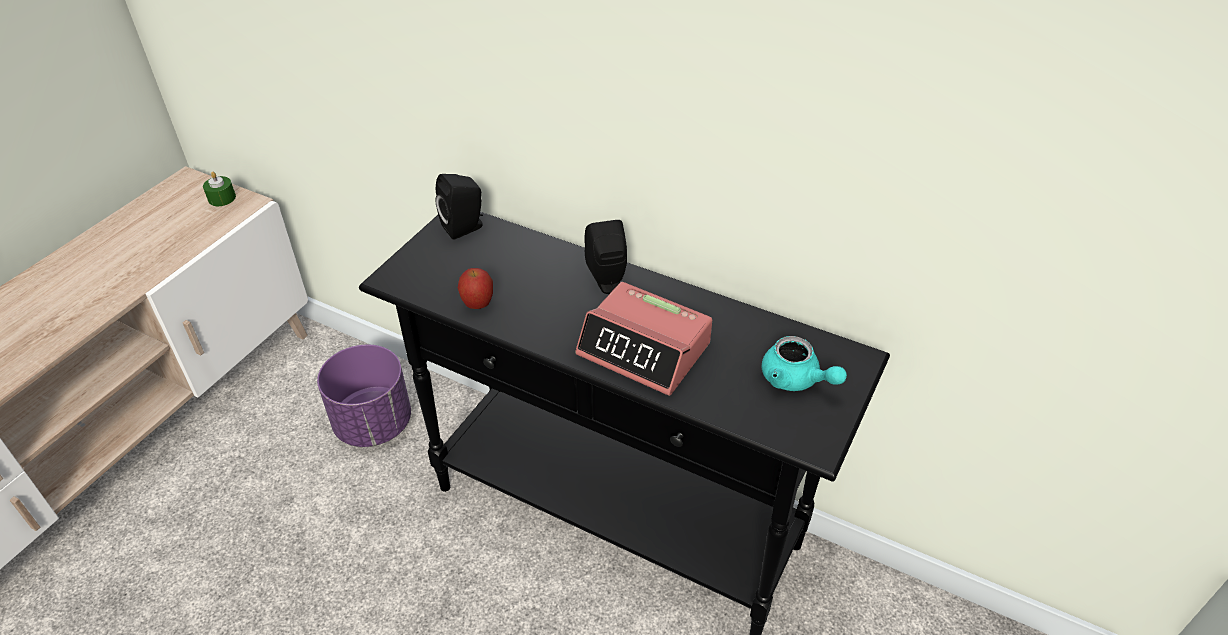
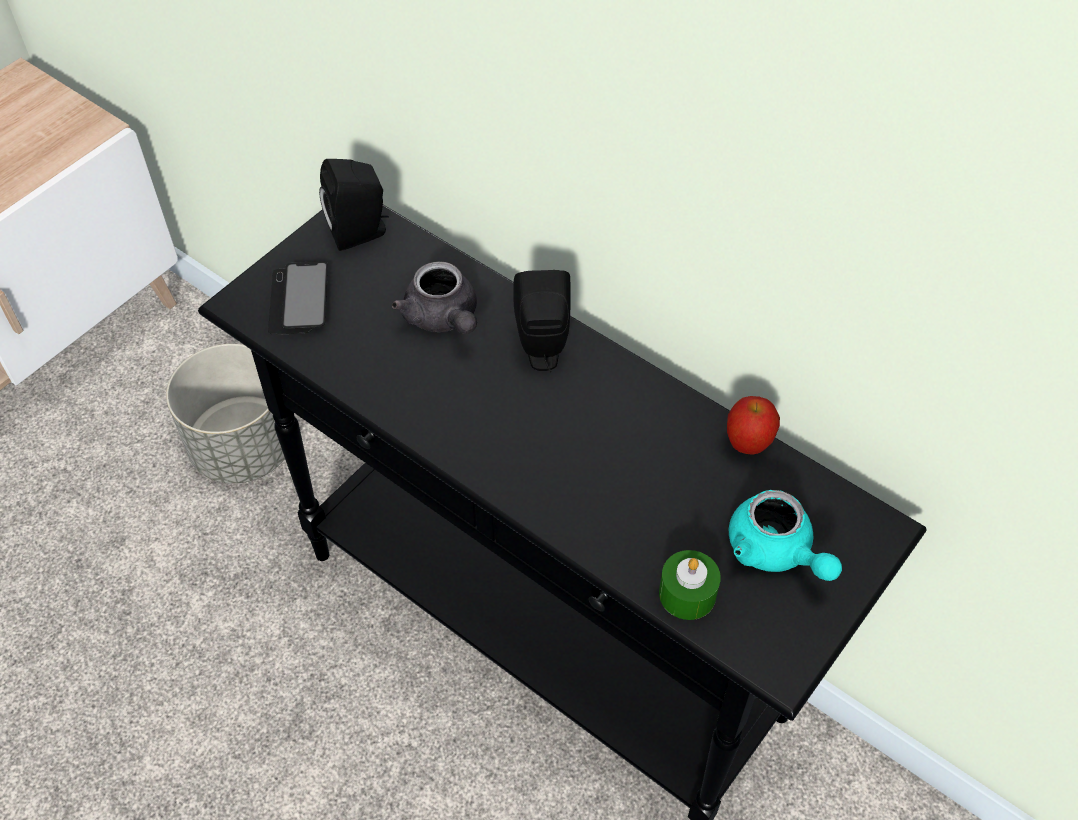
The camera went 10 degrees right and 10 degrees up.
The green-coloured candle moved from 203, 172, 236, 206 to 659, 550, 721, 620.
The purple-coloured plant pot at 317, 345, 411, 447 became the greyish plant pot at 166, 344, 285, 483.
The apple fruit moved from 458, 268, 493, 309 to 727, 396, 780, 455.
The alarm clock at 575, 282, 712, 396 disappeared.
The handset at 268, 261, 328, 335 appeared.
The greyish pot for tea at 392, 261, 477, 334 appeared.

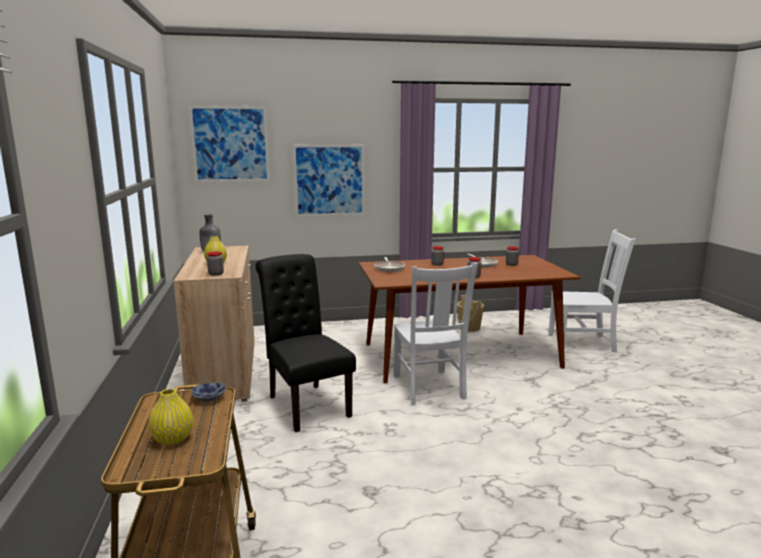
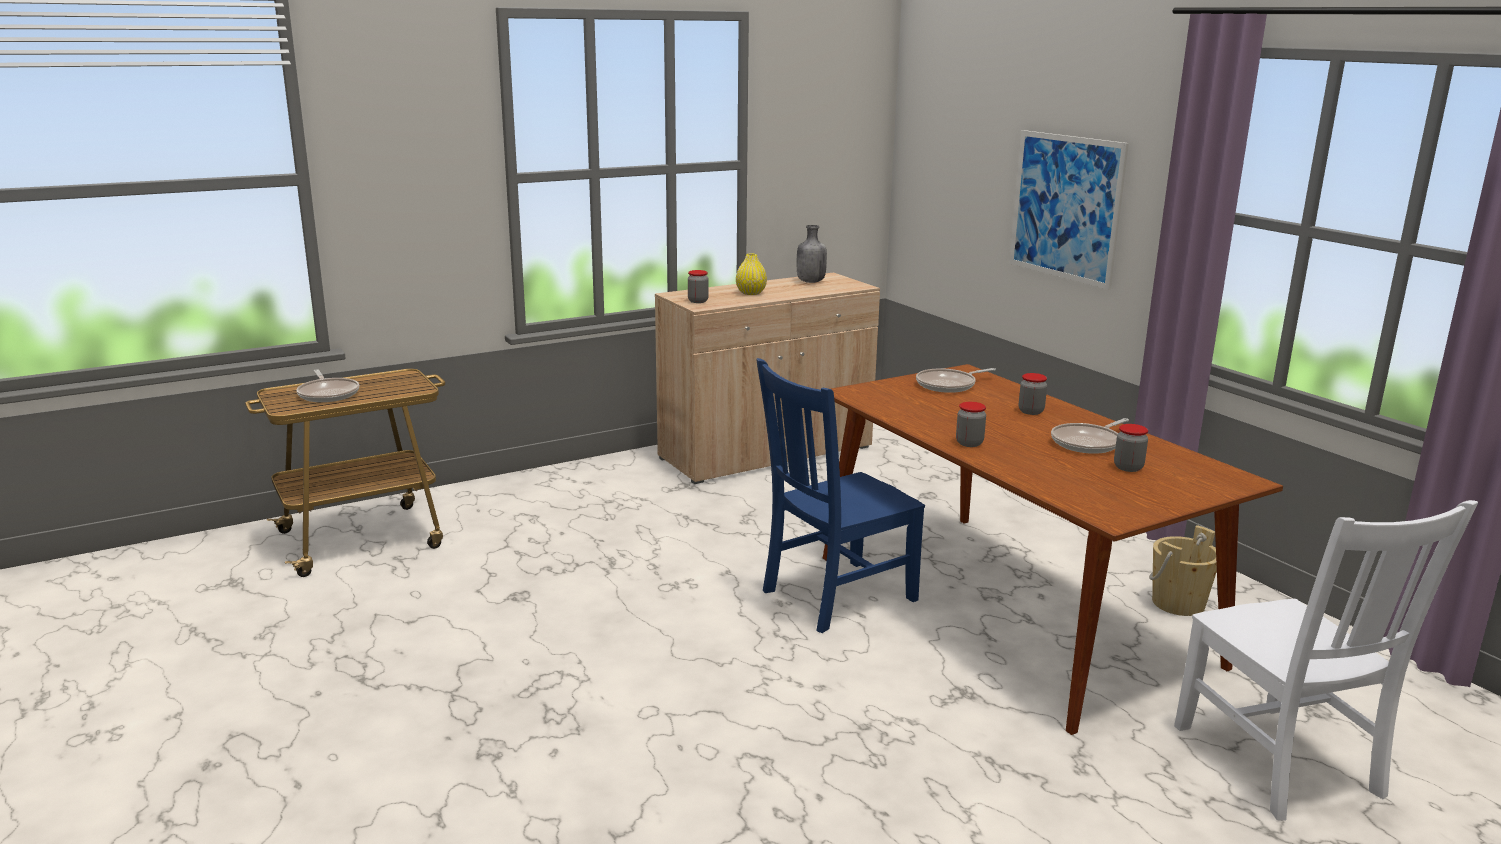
The camera went 70 degrees right and 5 degrees up.
The yellow-coloured flower vase at 148, 389, 193, 445 was replaced by the skillet at 296, 369, 359, 402.
The wall picture at 189, 105, 270, 182 disappeared.
The bowl at 191, 382, 226, 402 disappeared.
The blackish chair at 256, 254, 356, 432 disappeared.
The white chair at 394, 263, 478, 405 became the blue chair at 756, 358, 925, 633.

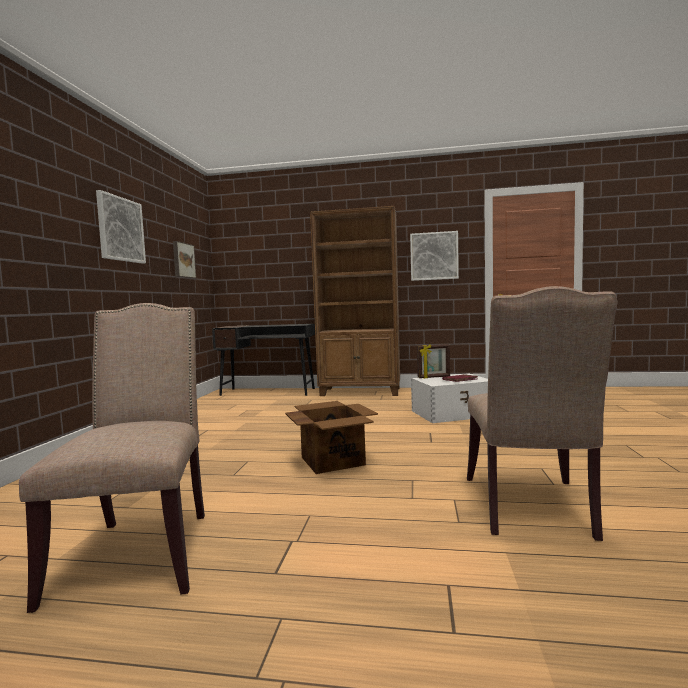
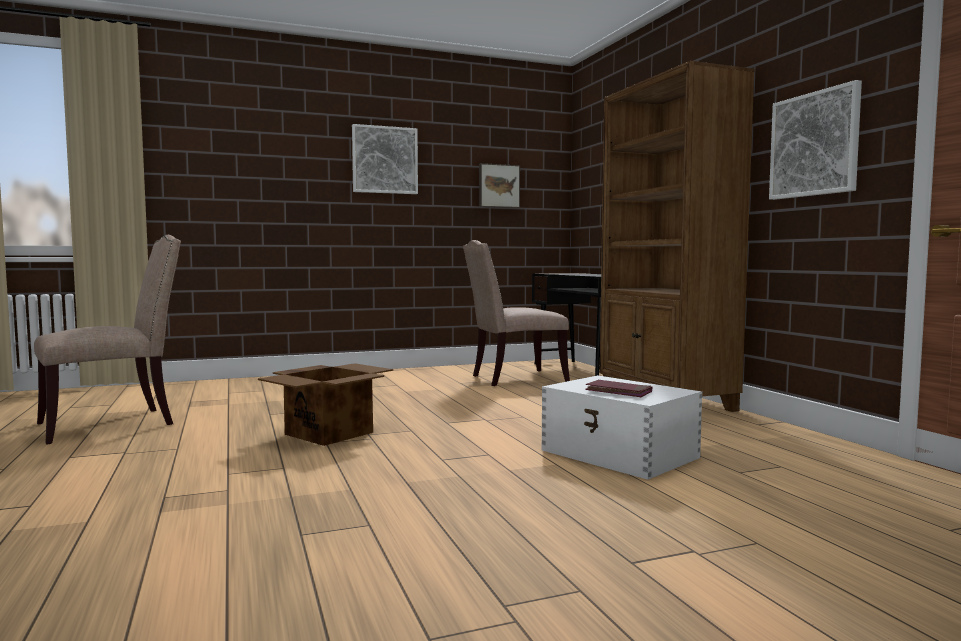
The camera went 60 degrees right and 0 degrees up.
The standing frame at 417, 344, 450, 378 disappeared.
The sand-coloured chair moved from 467, 286, 618, 541 to 463, 240, 570, 386.

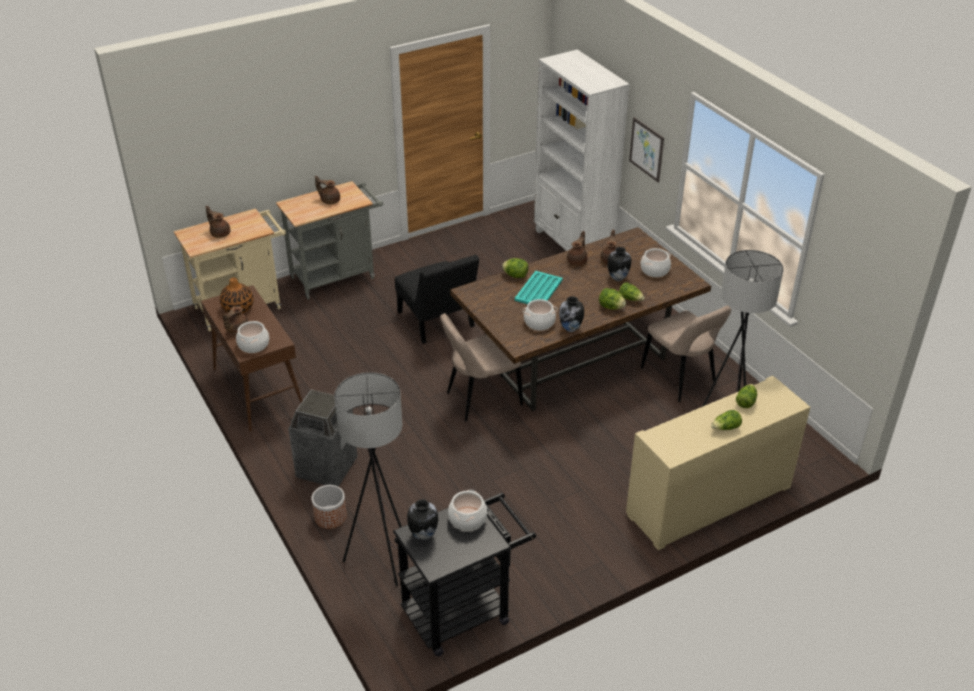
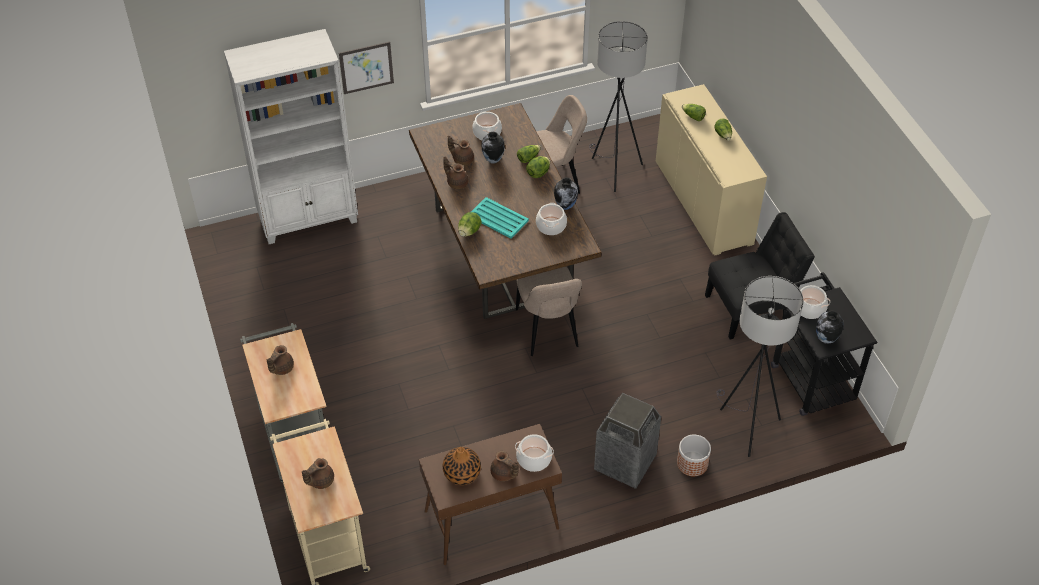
The camera went 80 degrees left and 10 degrees up.
The blackish chair moved from 395, 254, 479, 344 to 705, 212, 815, 340.

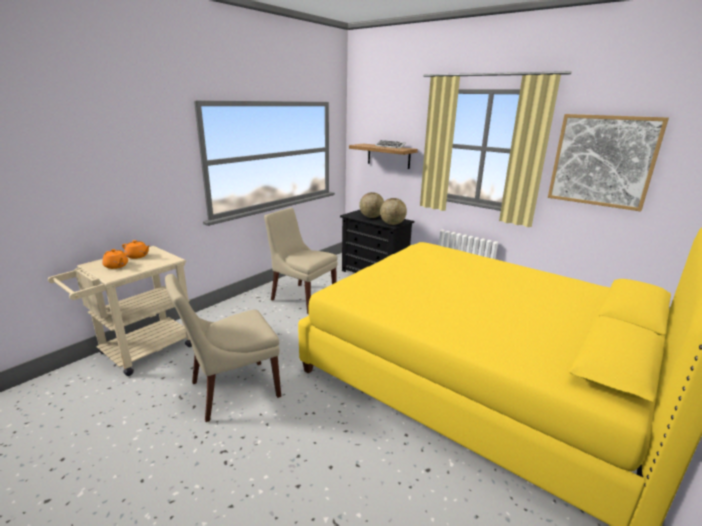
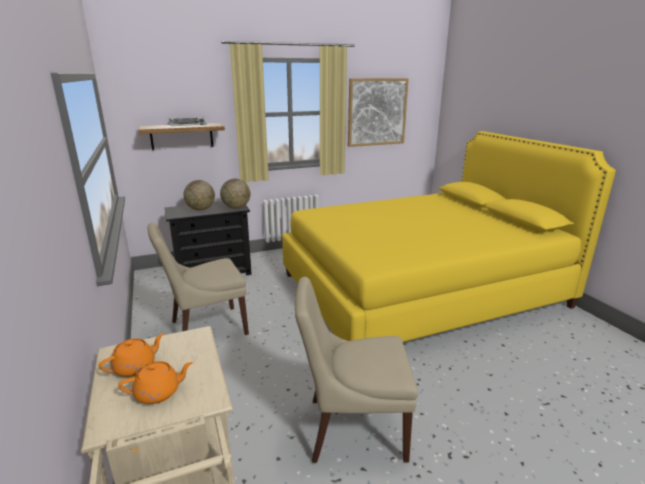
The camera went 60 degrees left and 0 degrees up.
The sand-coloured chair at 165, 274, 281, 422 turned 90 degrees clockwise.

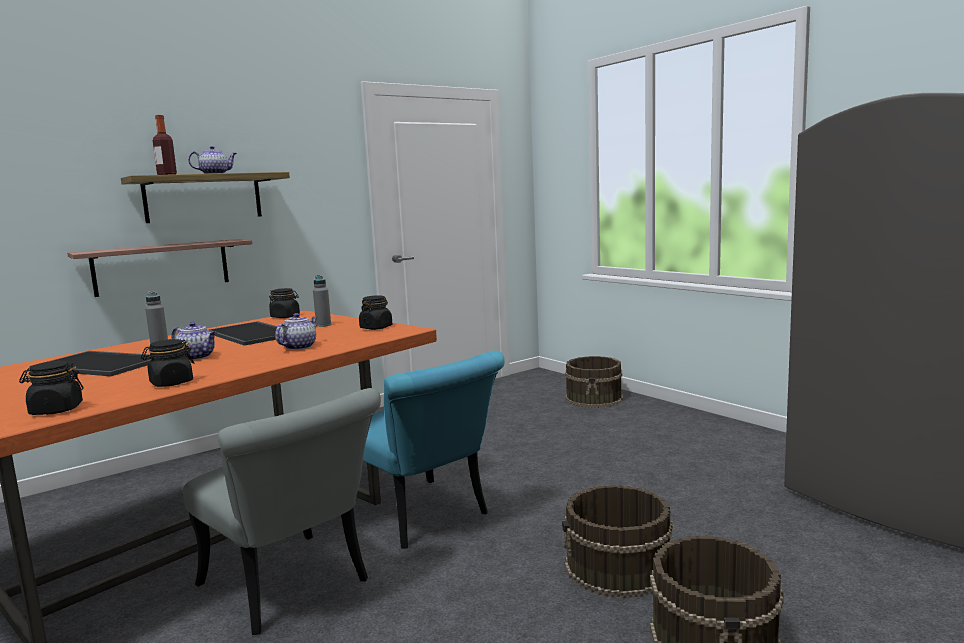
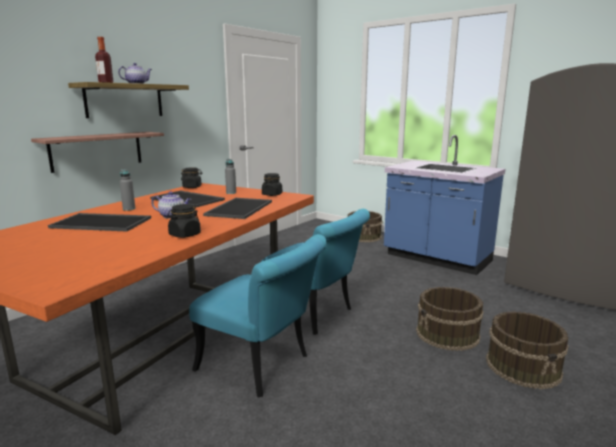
The camera went 15 degrees left and 5 degrees up.
The blackish storage jar at 19, 361, 84, 415 disappeared.
The greyish chair at 183, 388, 381, 635 became the blue-green chair at 189, 234, 327, 397.
The pot for tea at 275, 313, 317, 350 was replaced by the serving tray at 203, 198, 272, 219.
The blue kitchen base unit at 384, 135, 505, 275 appeared.

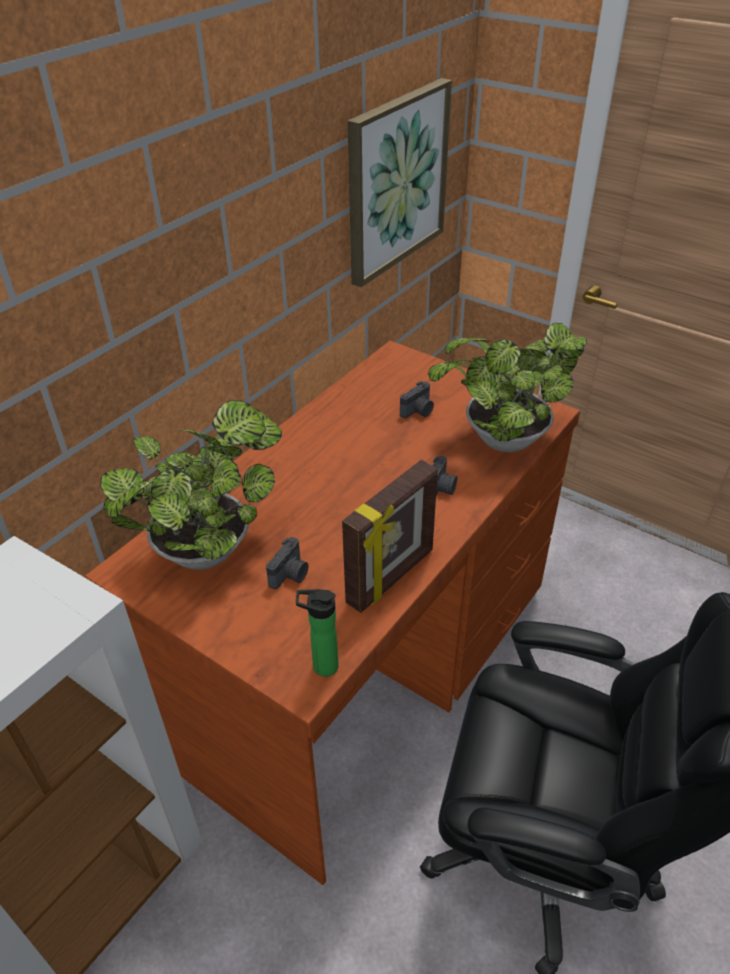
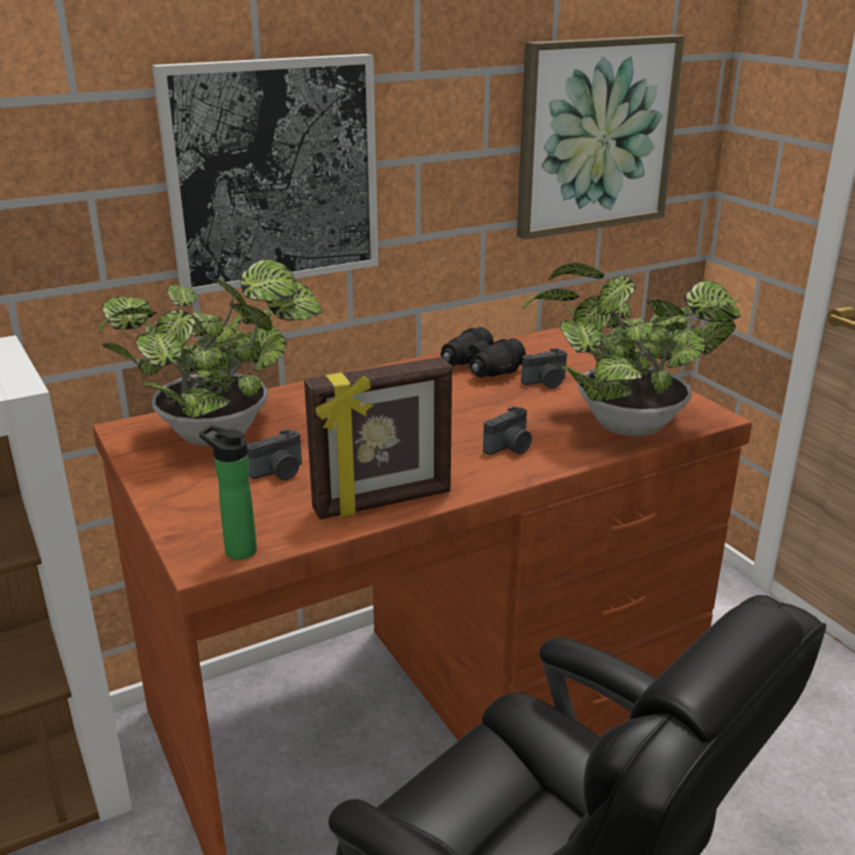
The camera went 25 degrees right and 15 degrees down.
The wall picture at 152, 54, 378, 294 appeared.
The blackish binoculars at 441, 327, 526, 377 appeared.

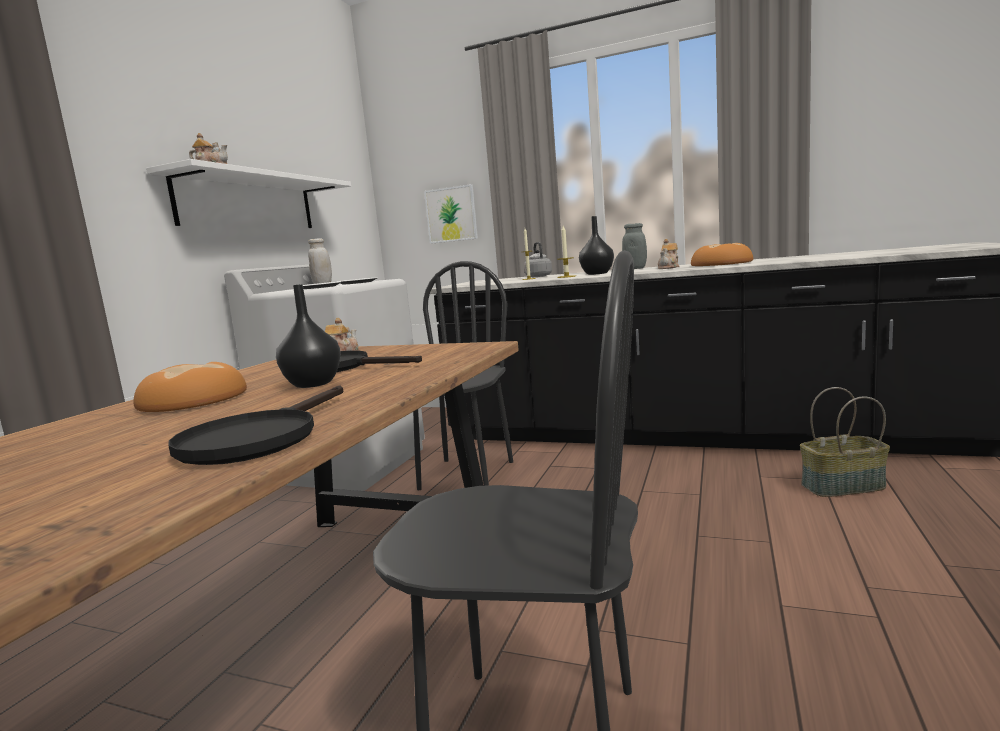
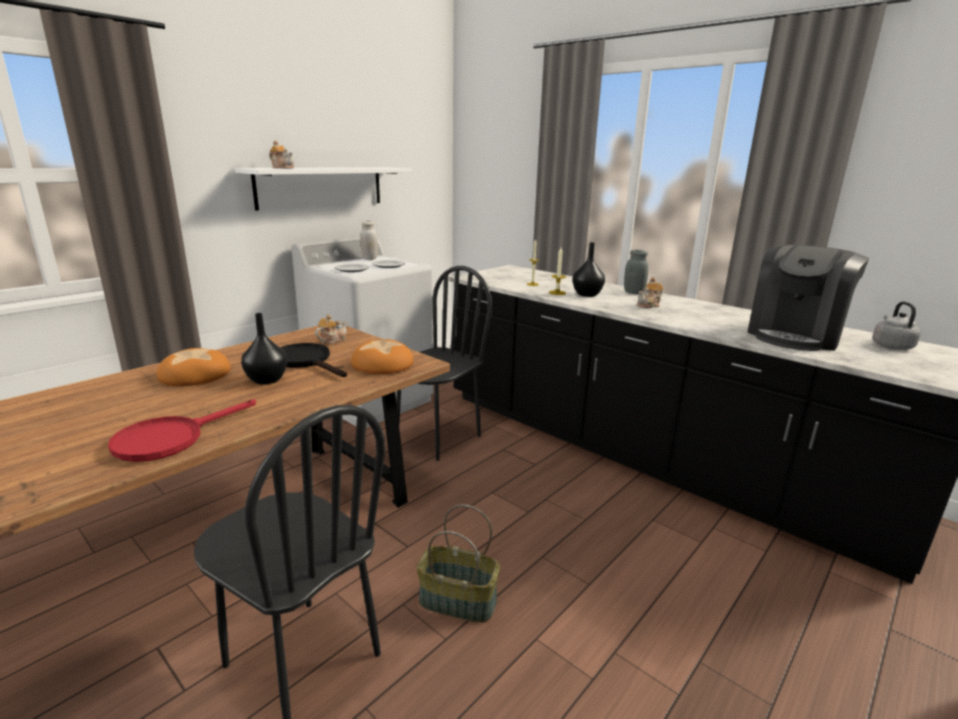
The camera went 20 degrees right and 10 degrees up.
The blackish skillet at 168, 385, 343, 465 became the red skillet at 108, 399, 256, 462.
The wall picture at 424, 184, 478, 244 disappeared.
The greyish kettle moved from 524, 242, 552, 277 to 873, 301, 921, 350.
The baked bread moved from 691, 243, 753, 266 to 351, 339, 413, 374.
The basket moved from 800, 387, 890, 497 to 416, 505, 500, 623.
The coffee brewer at 747, 245, 869, 351 appeared.

